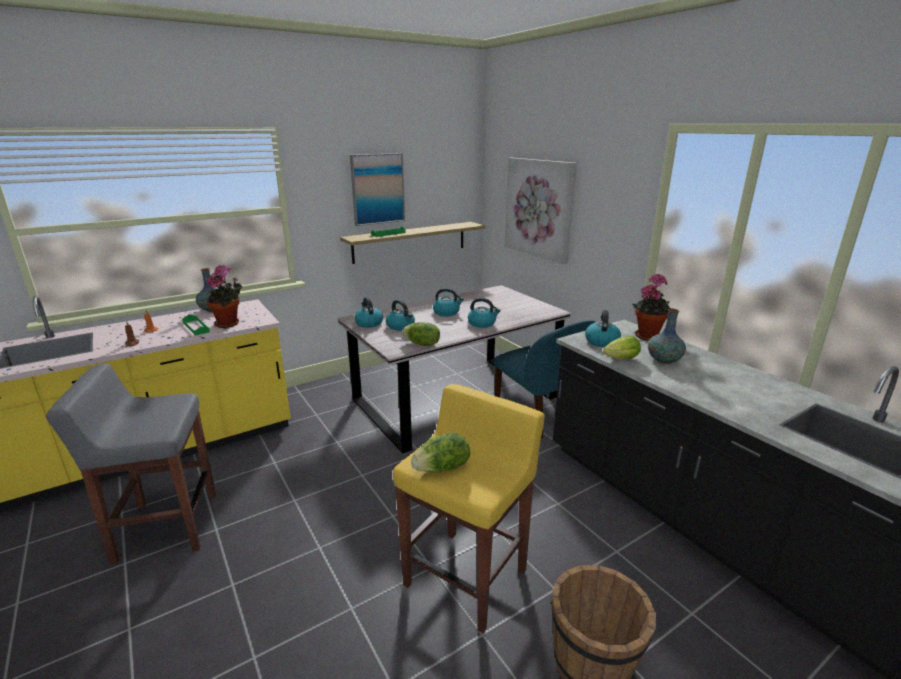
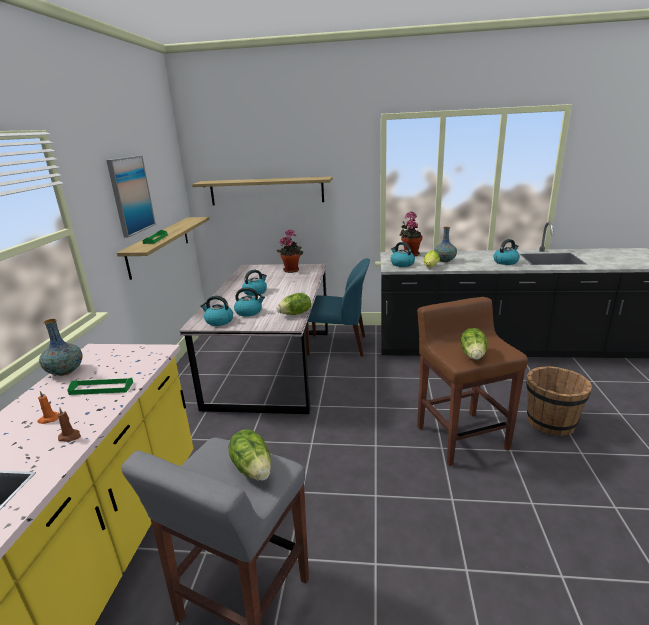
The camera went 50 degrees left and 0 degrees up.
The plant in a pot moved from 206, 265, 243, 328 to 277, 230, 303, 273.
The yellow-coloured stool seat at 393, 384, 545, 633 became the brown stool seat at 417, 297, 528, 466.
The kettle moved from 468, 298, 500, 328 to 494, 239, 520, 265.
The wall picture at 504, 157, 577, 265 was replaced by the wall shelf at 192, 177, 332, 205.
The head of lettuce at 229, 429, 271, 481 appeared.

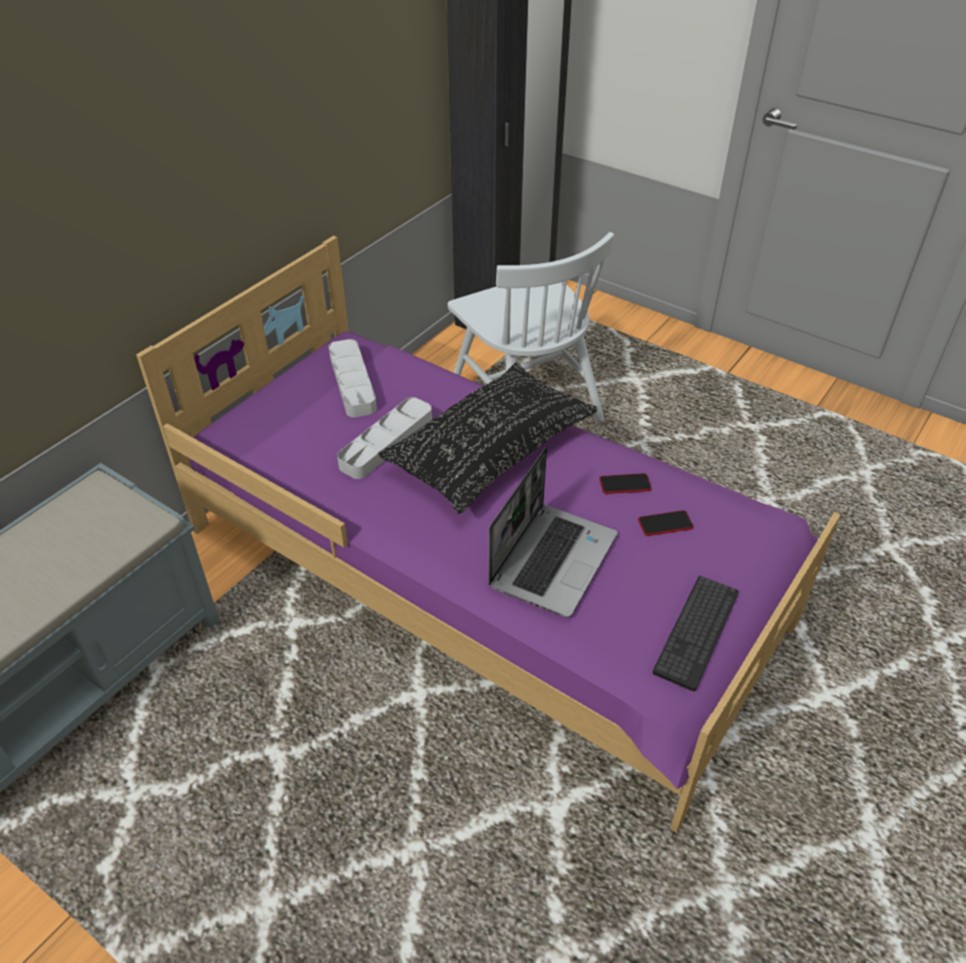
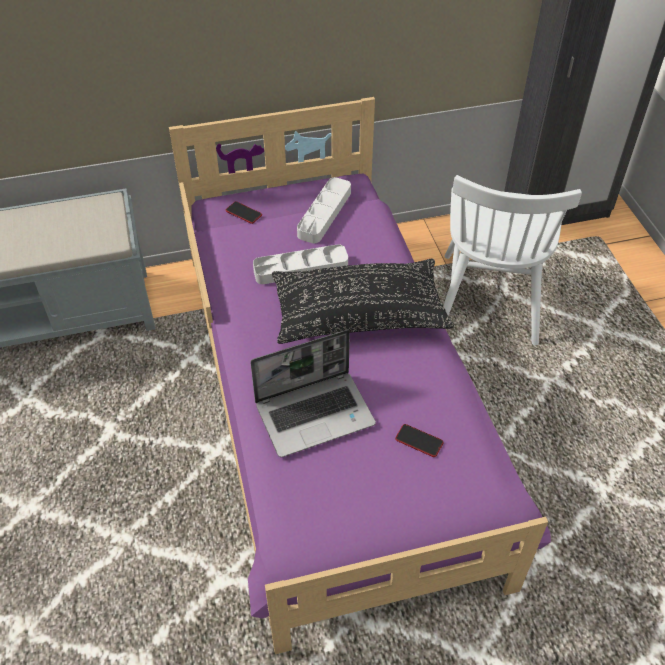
The camera went 40 degrees right and 5 degrees up.
The handset moved from 599, 473, 652, 494 to 226, 201, 262, 224.
The PC keyboard at 653, 576, 739, 691 disappeared.

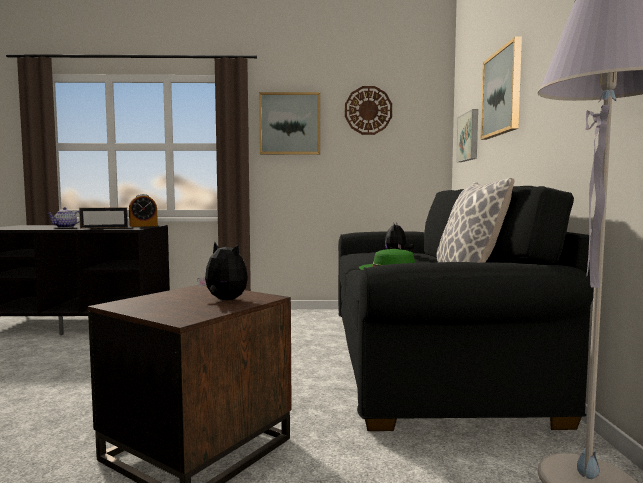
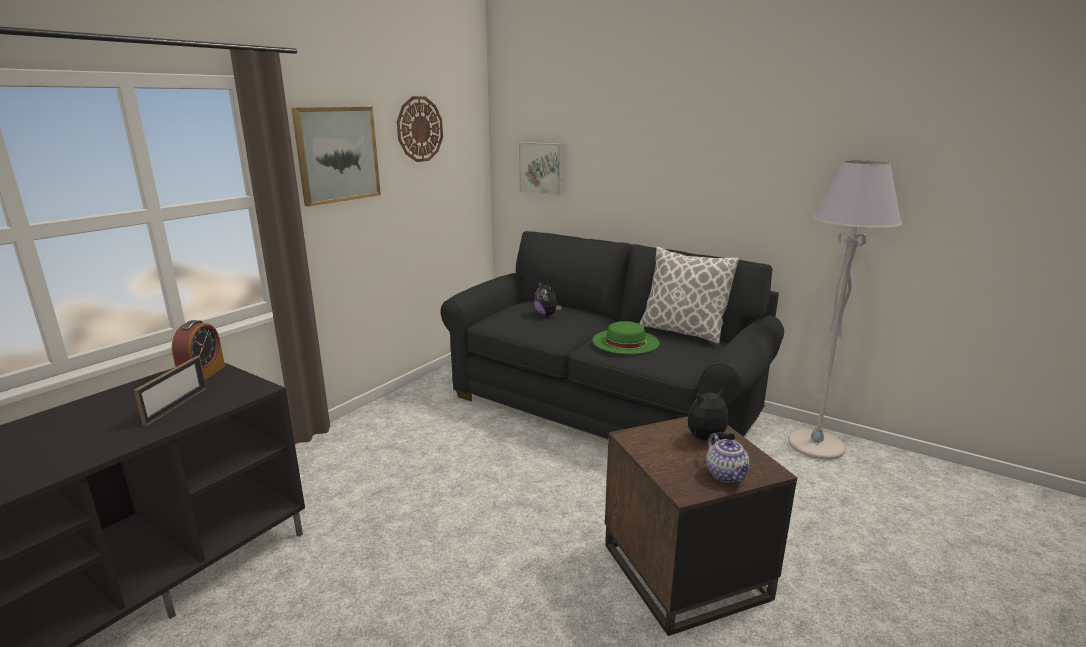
The camera went 55 degrees left and 15 degrees up.
The pot for tea moved from 47, 207, 80, 228 to 706, 433, 751, 483.
The wall picture at 480, 37, 522, 140 disappeared.

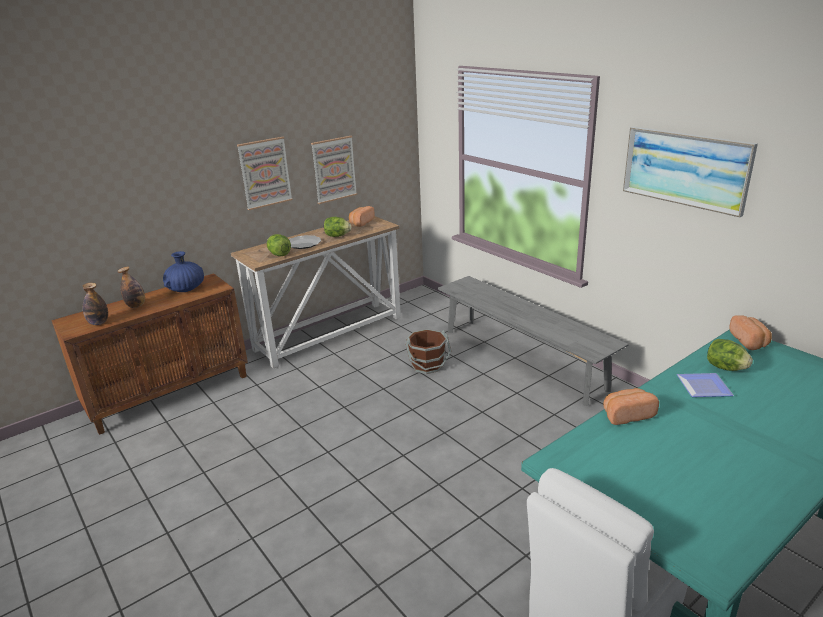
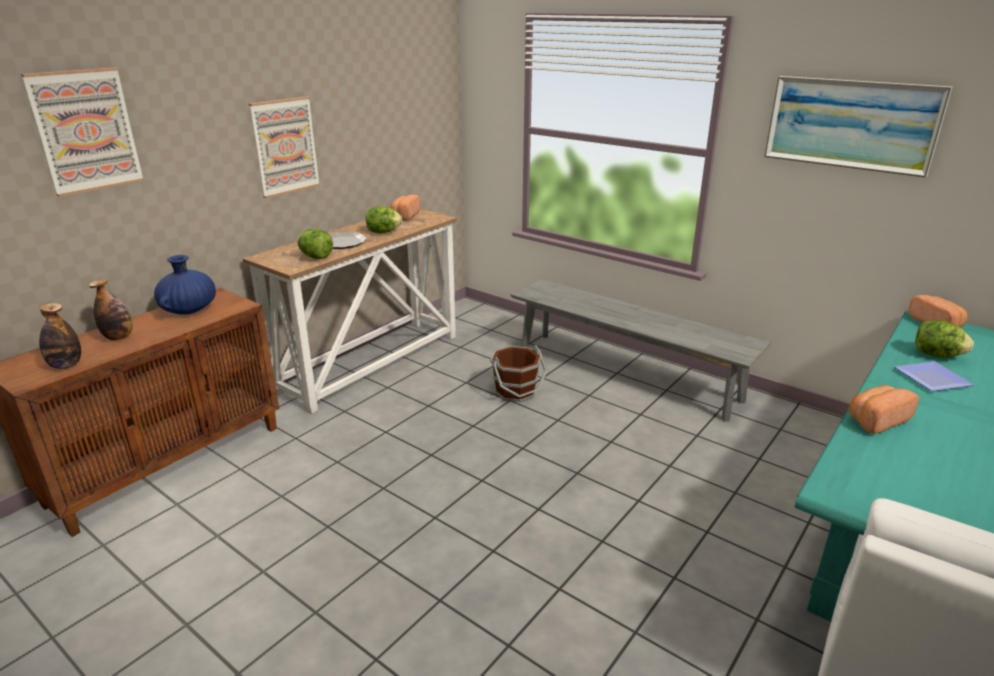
The camera went 15 degrees left and 0 degrees up.
The wall picture moved from 311, 136, 357, 204 to 21, 68, 144, 197.

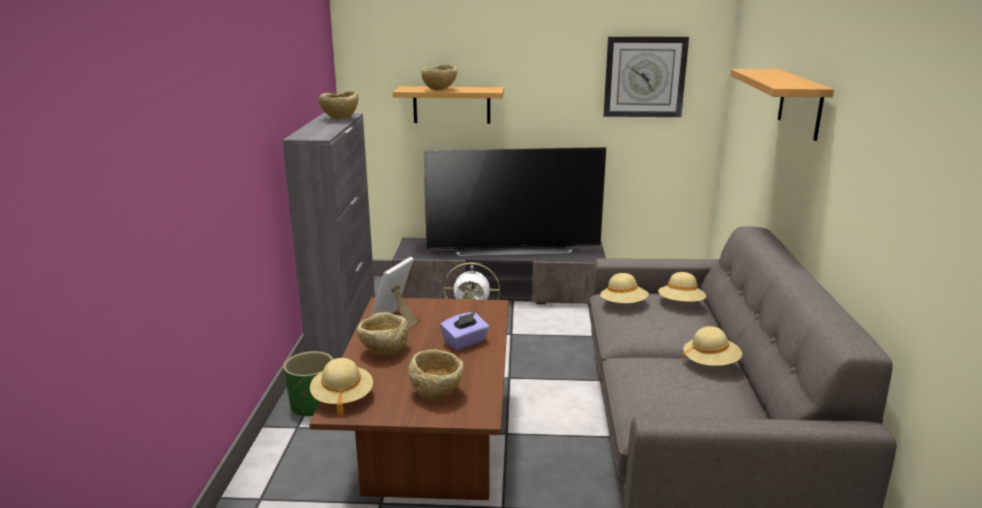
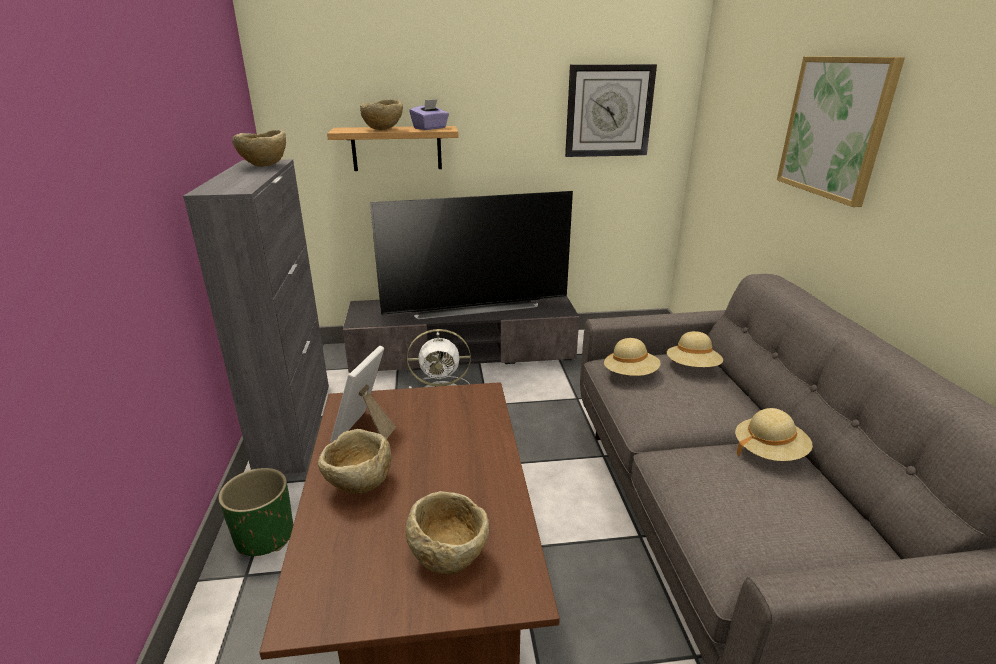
The camera went 10 degrees left and 5 degrees up.
The sand-coloured wearable hat at 310, 358, 373, 416 disappeared.
The purple-coloured tissue holder moved from 440, 312, 489, 351 to 410, 100, 449, 130.
The wall shelf at 730, 69, 834, 141 was replaced by the wall picture at 777, 56, 905, 207.

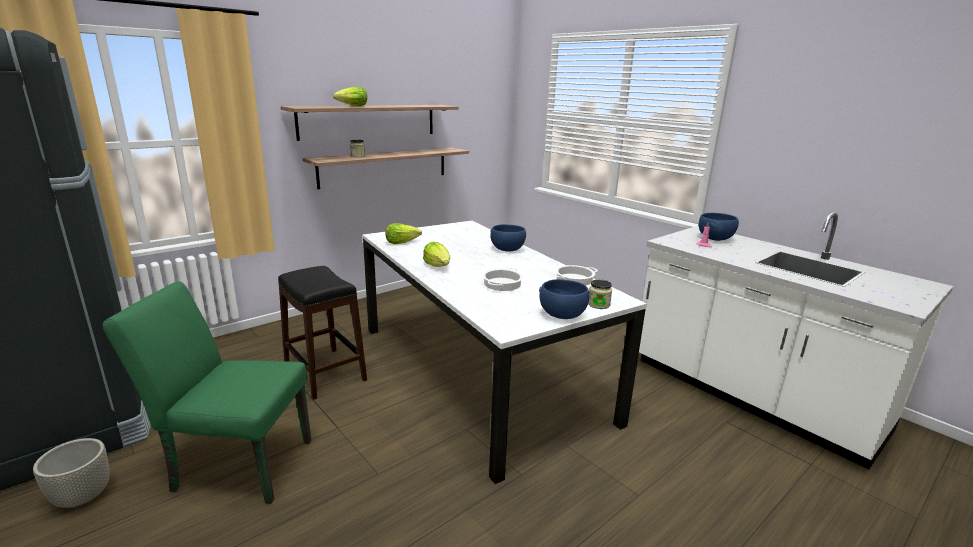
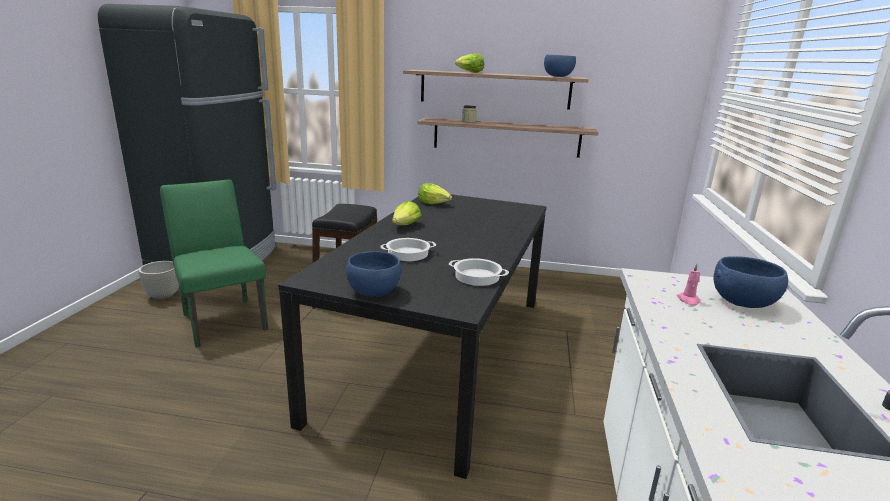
The camera went 50 degrees right and 0 degrees up.
The white dinner table at 363, 221, 647, 484 became the blackish dinner table at 278, 194, 547, 479.
The blue bowl moved from 490, 224, 526, 252 to 544, 55, 576, 77.
The storage jar at 588, 280, 612, 309 disappeared.

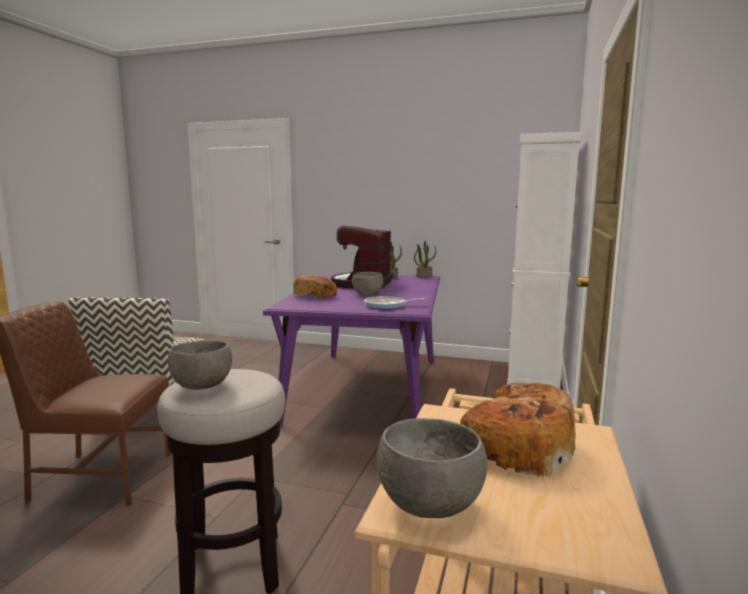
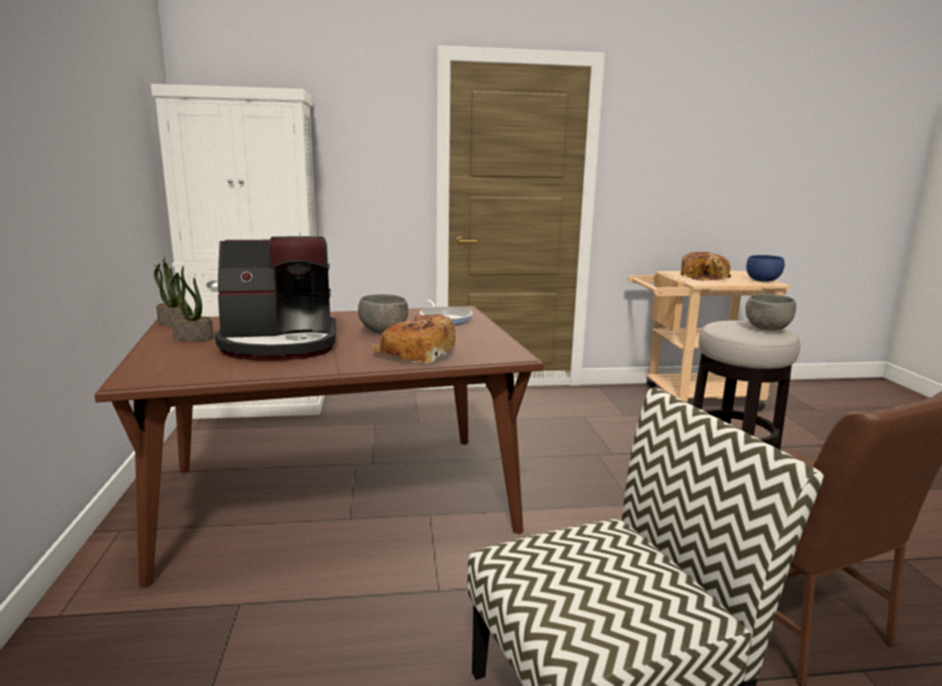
The camera went 115 degrees left and 5 degrees up.
The purple-coloured dinner table at 263, 273, 440, 426 became the brown dinner table at 94, 306, 544, 588.
The greyish bowl at 377, 418, 487, 518 became the blue bowl at 746, 255, 785, 282.

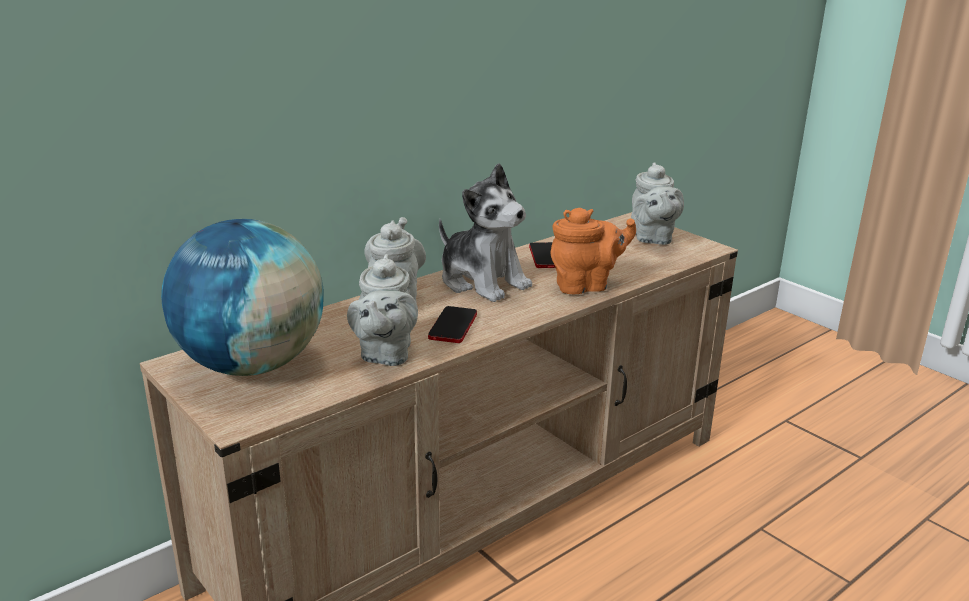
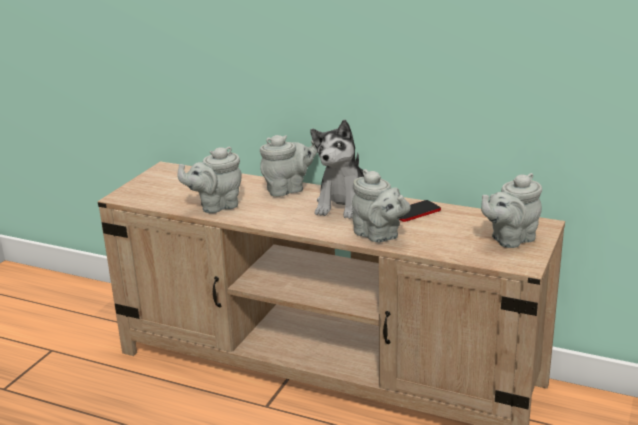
The camera went 65 degrees right and 0 degrees up.
The globe at 161, 219, 324, 376 disappeared.
The handset at 428, 306, 477, 343 disappeared.
The orange pot for tea at 551, 207, 636, 294 became the greyish pot for tea at 352, 169, 411, 243.

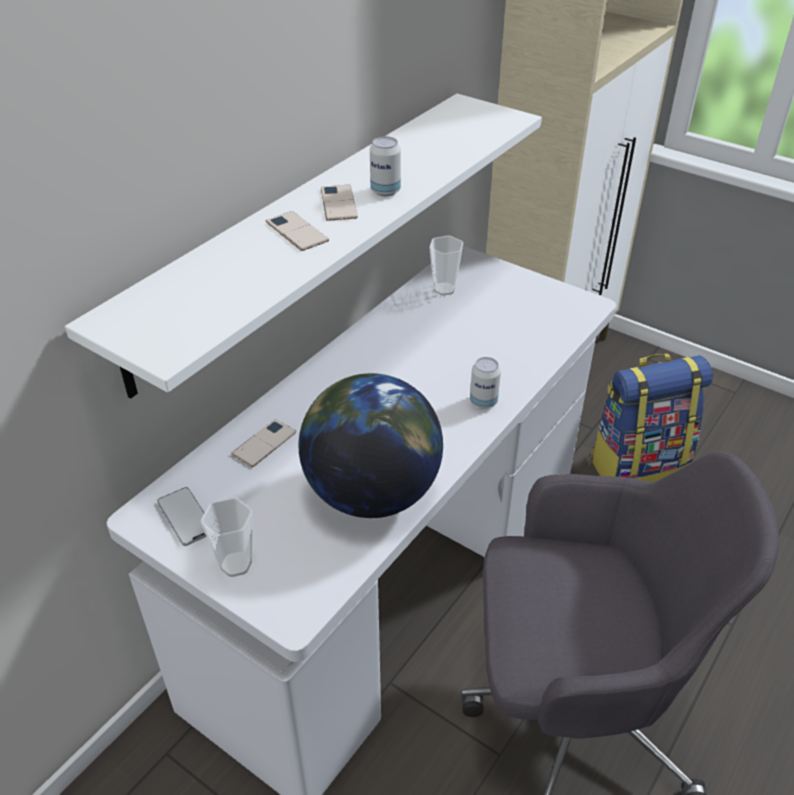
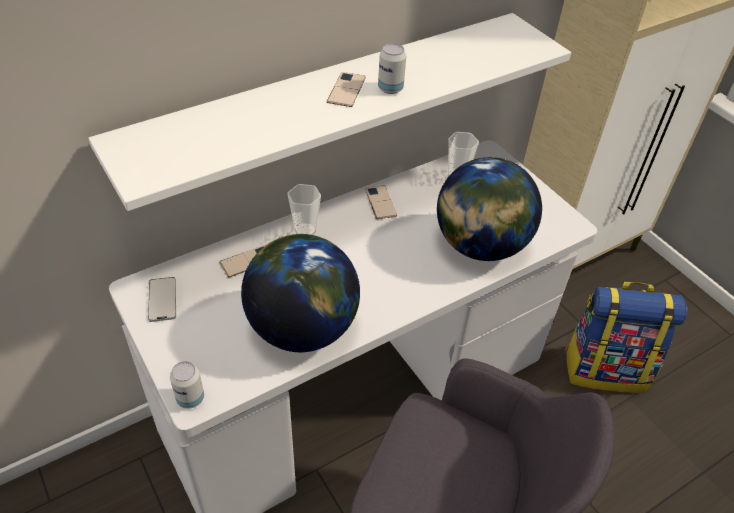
The camera went 20 degrees right and 5 degrees up.
The cup moved from 201, 497, 252, 577 to 288, 184, 321, 235.
The handset moved from 266, 211, 329, 251 to 365, 185, 397, 219.
The metal can moved from 470, 357, 501, 408 to 170, 361, 204, 409.
The globe at 437, 157, 542, 261 appeared.

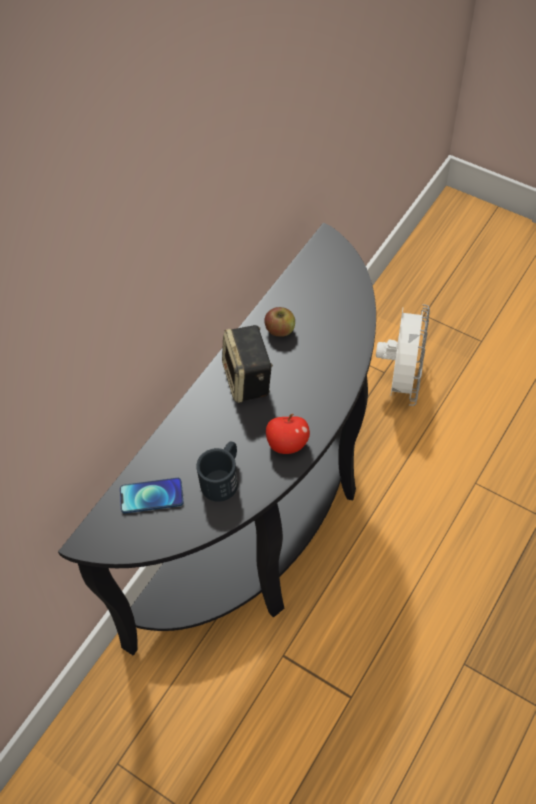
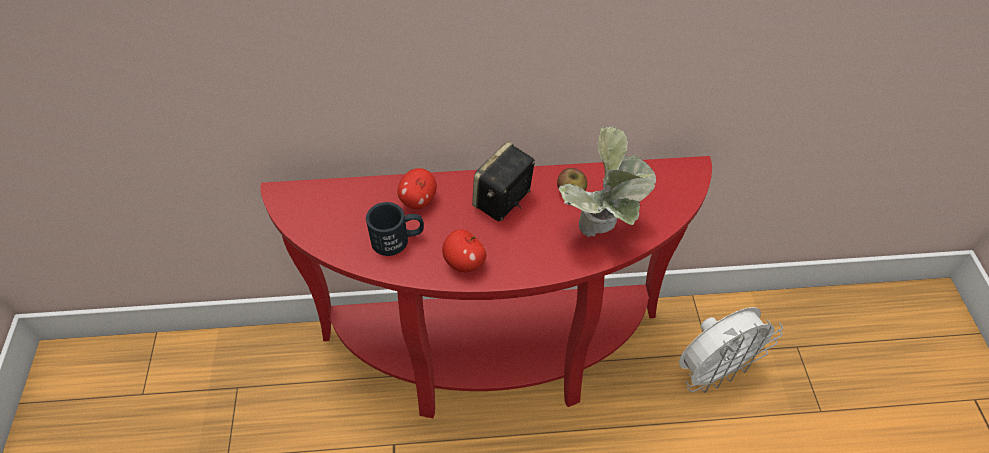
The camera went 50 degrees right and 5 degrees down.
The blackish narrow table at 58, 223, 376, 655 became the red narrow table at 260, 156, 712, 418.
The handset at 120, 478, 183, 513 disappeared.
The apple fruit at 398, 168, 437, 209 appeared.
The plant in a pot at 559, 126, 656, 237 appeared.

